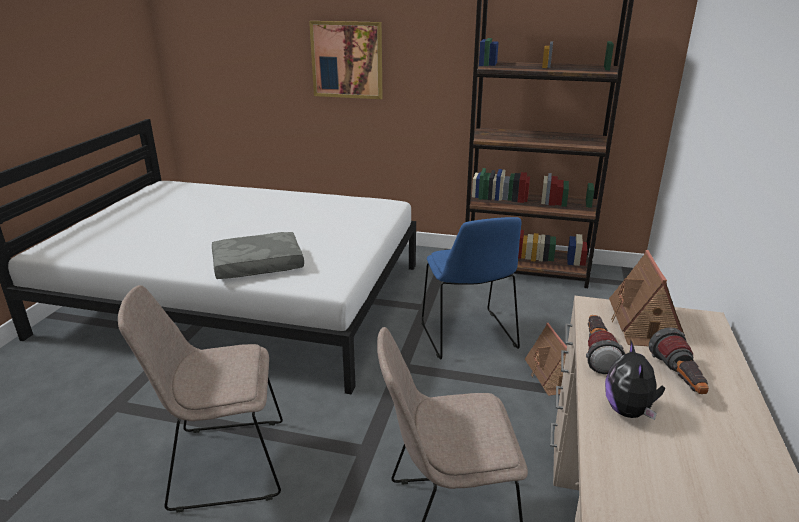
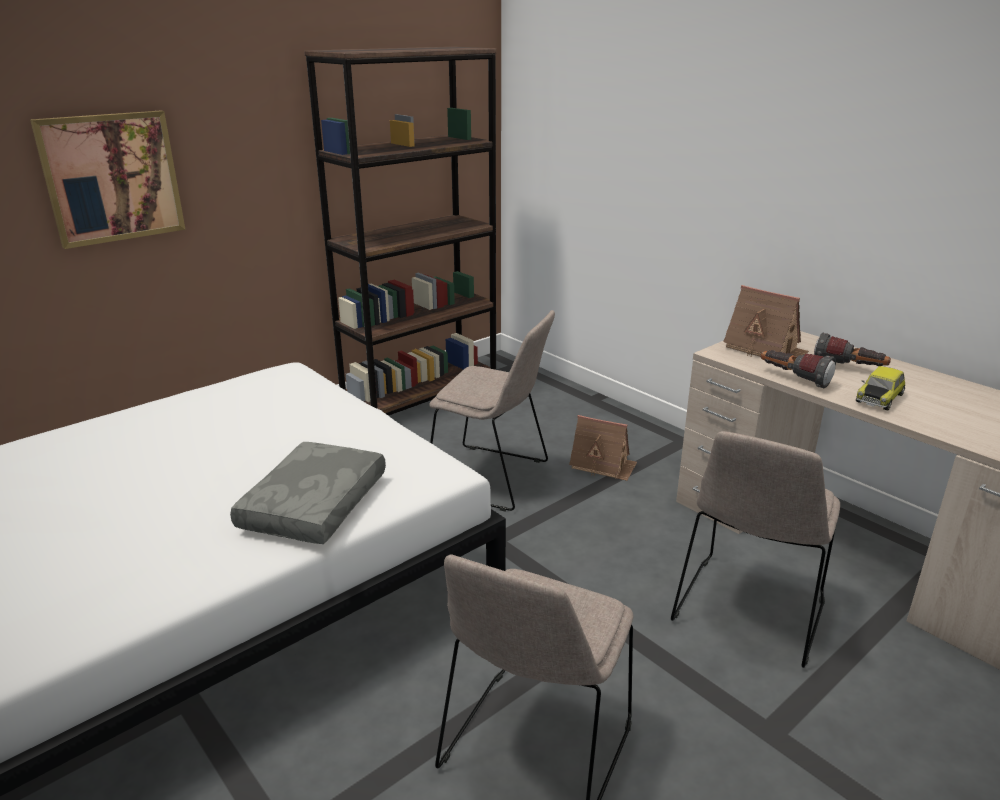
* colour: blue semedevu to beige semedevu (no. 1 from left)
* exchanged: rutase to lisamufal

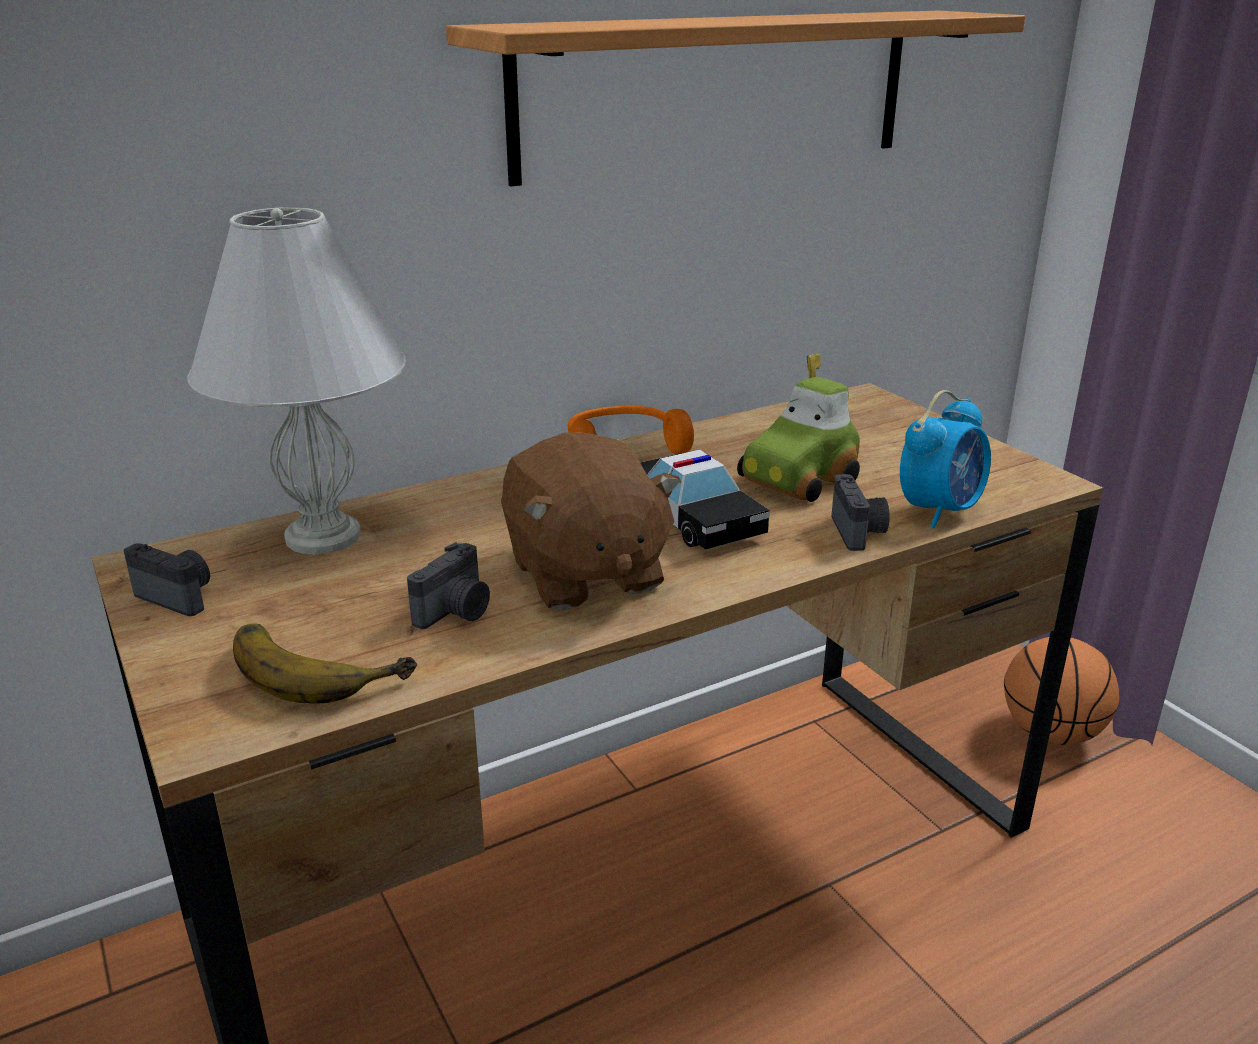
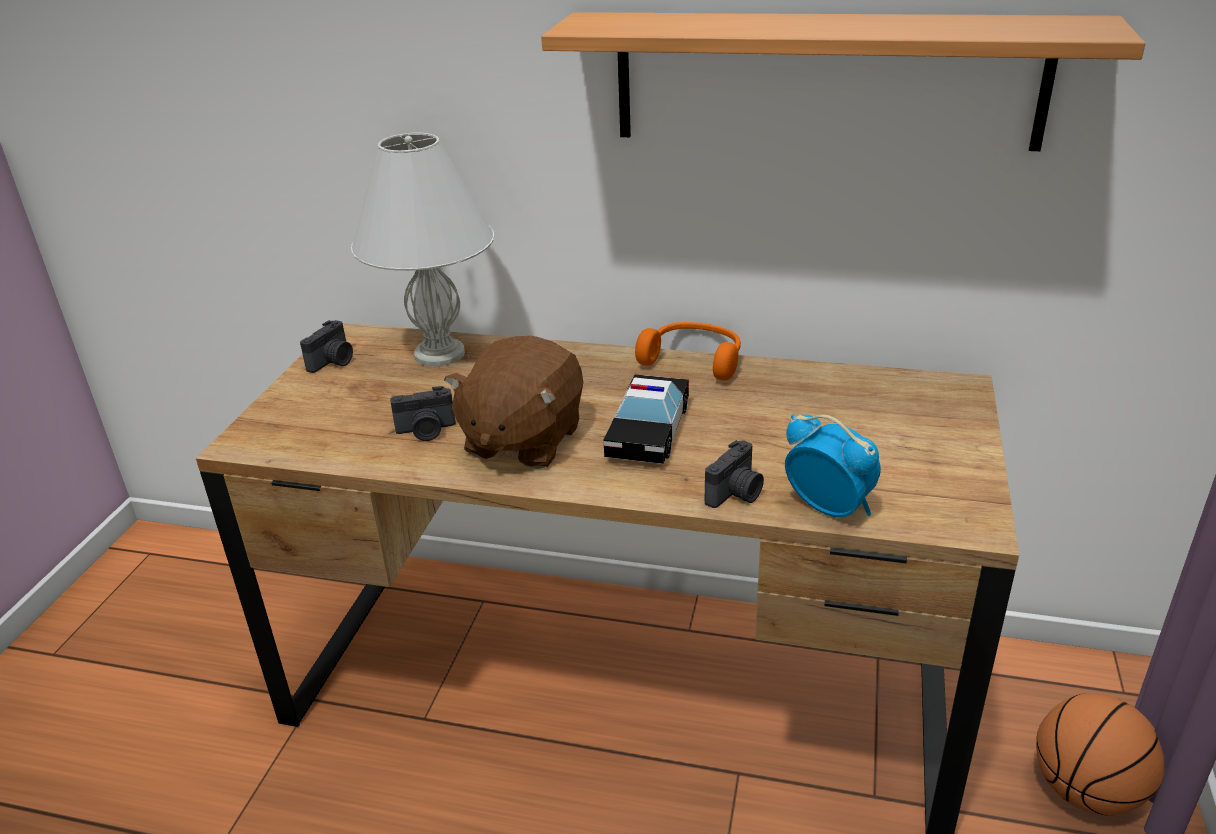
* spun: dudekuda (no. 1 from left) 45 degrees clockwise
* missing: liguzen
* missing: lisamufal (no. 2 from left)
* spun: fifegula 135 degrees counterclockwise

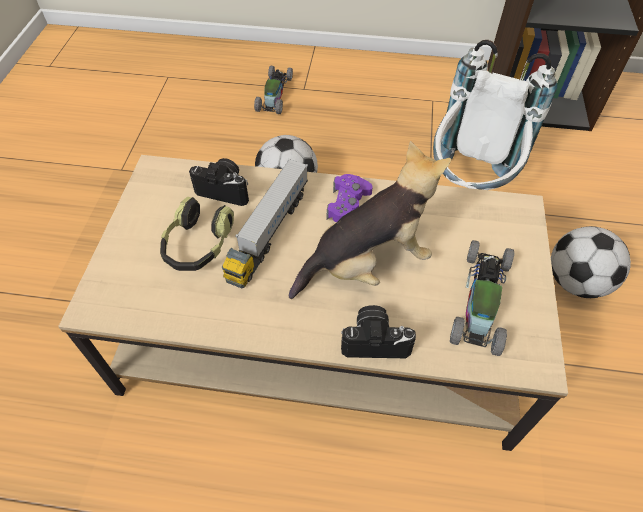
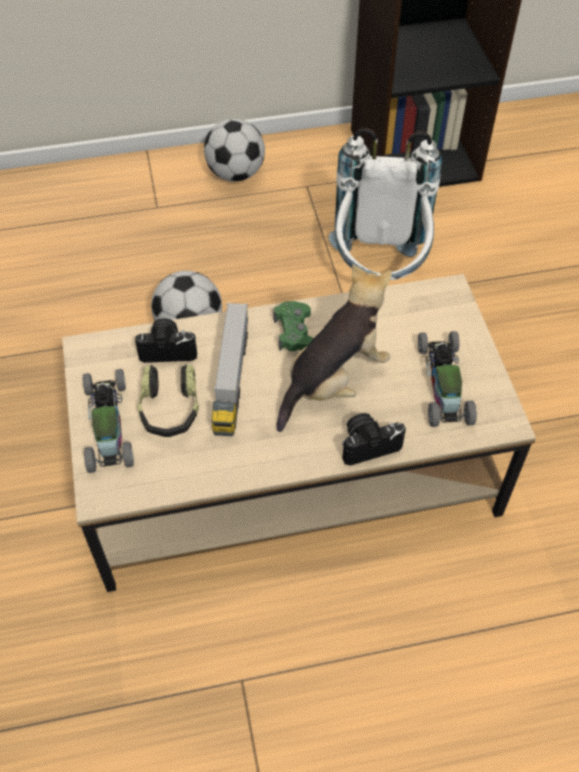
* relocated: lisamufal (no. 1 from left)
* colour: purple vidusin to green vidusin
* relocated: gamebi (no. 2 from left)

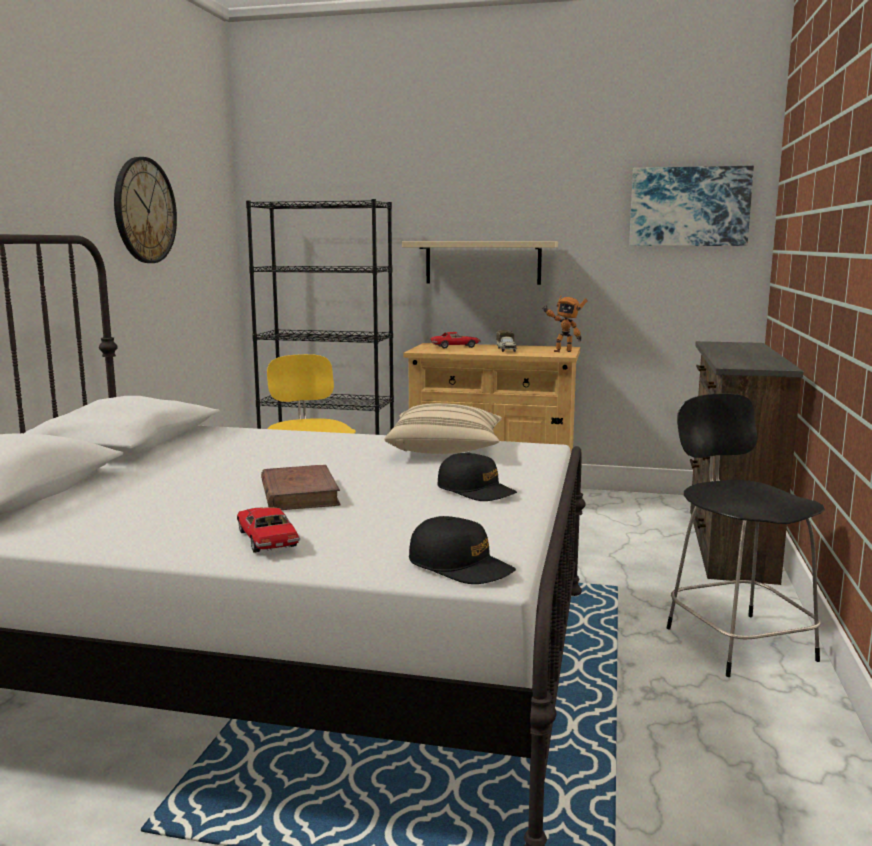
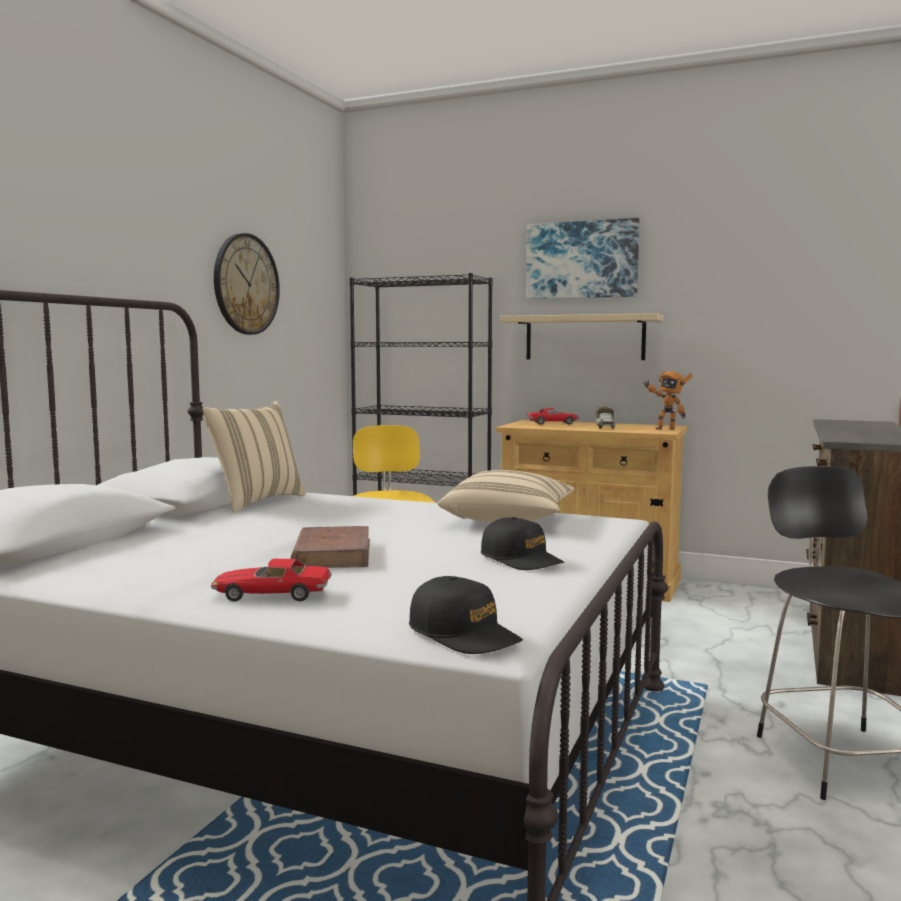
* spun: lisamufal (no. 1 from left) 75 degrees counterclockwise
* relocated: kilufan
* appeared: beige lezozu (no. 1 from left)

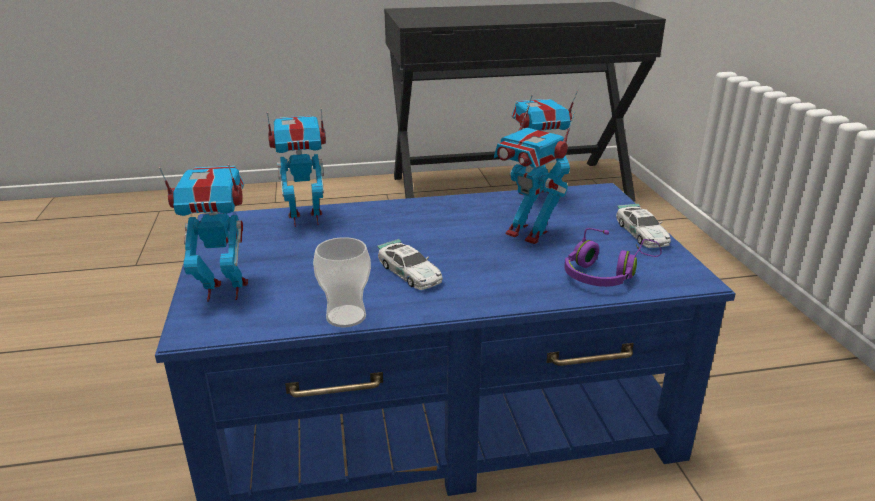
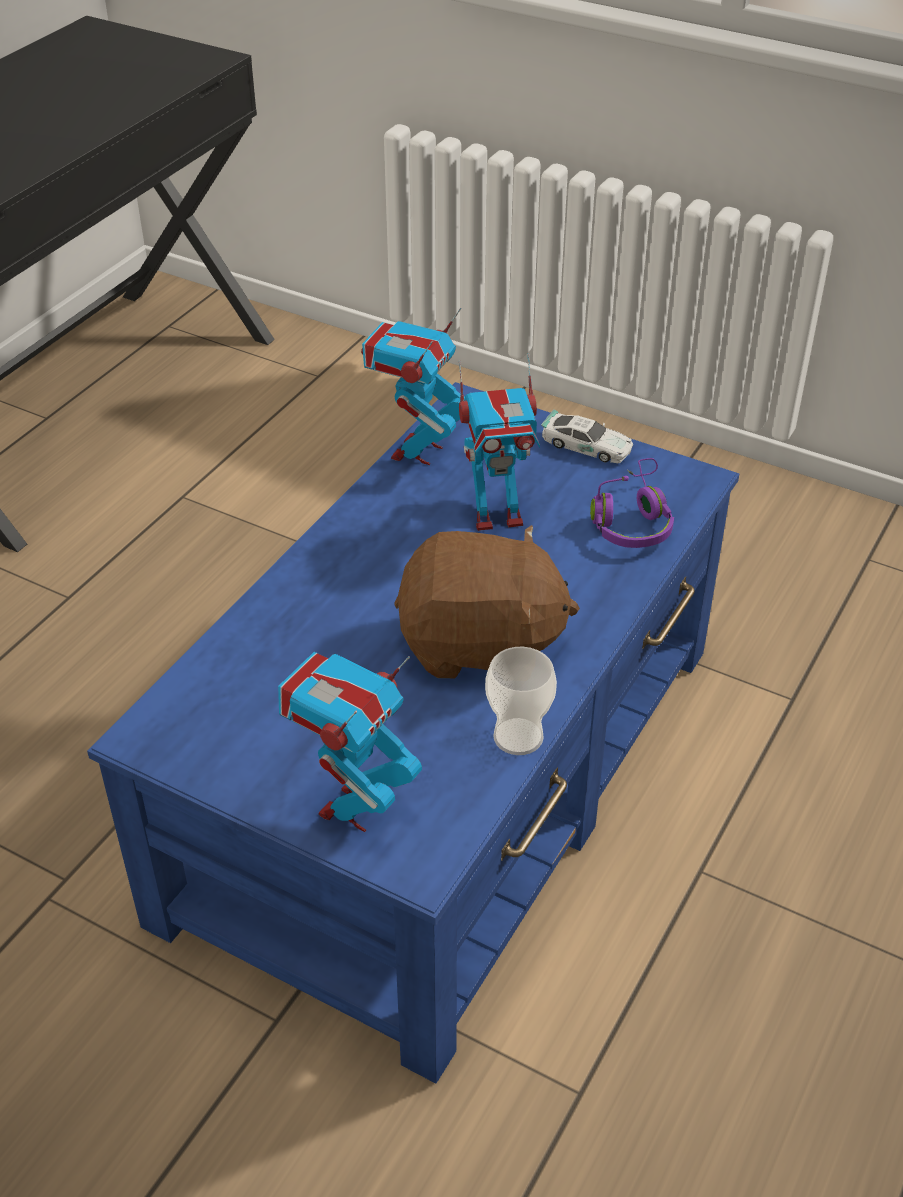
* missing: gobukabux (no. 2 from left)
* exchanged: lisamufal (no. 1 from left) to brown rutase

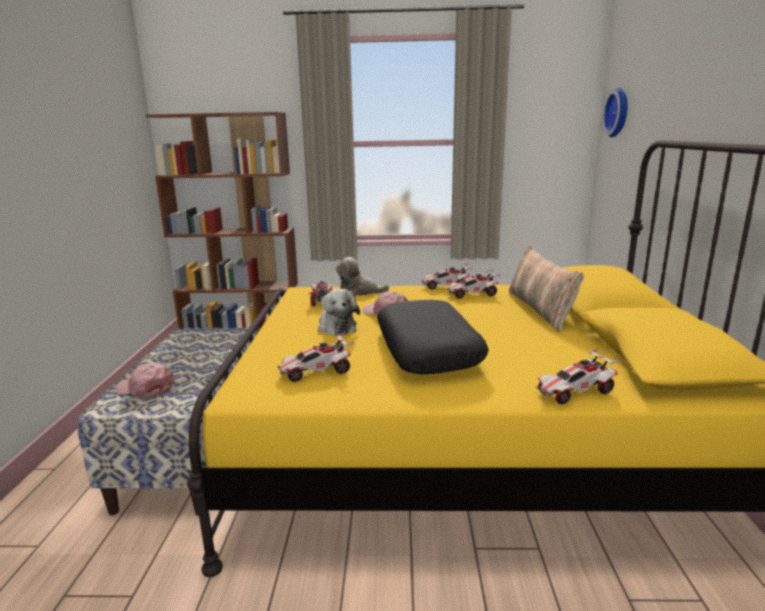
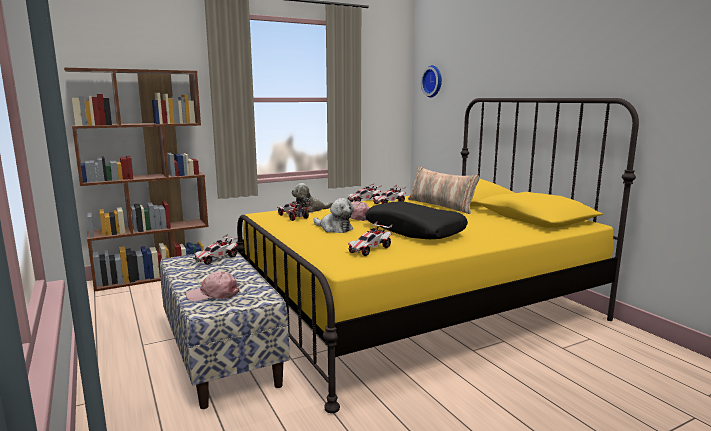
* relocated: lisamufal (no. 5 from left in the first image) to lisamufal (no. 1 from left)

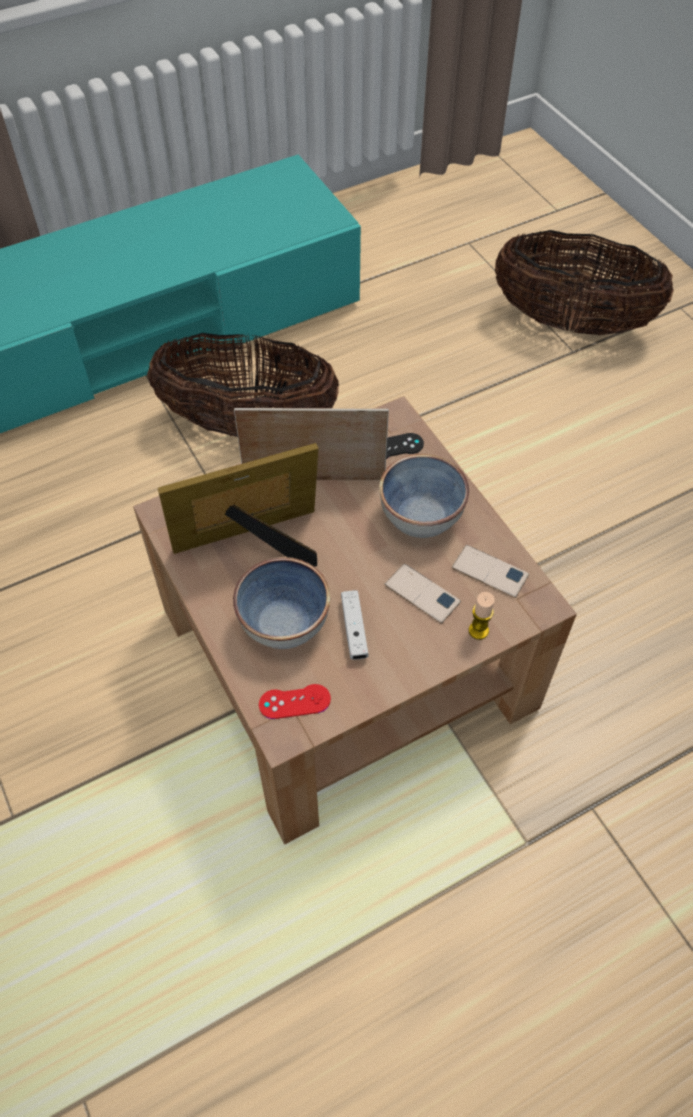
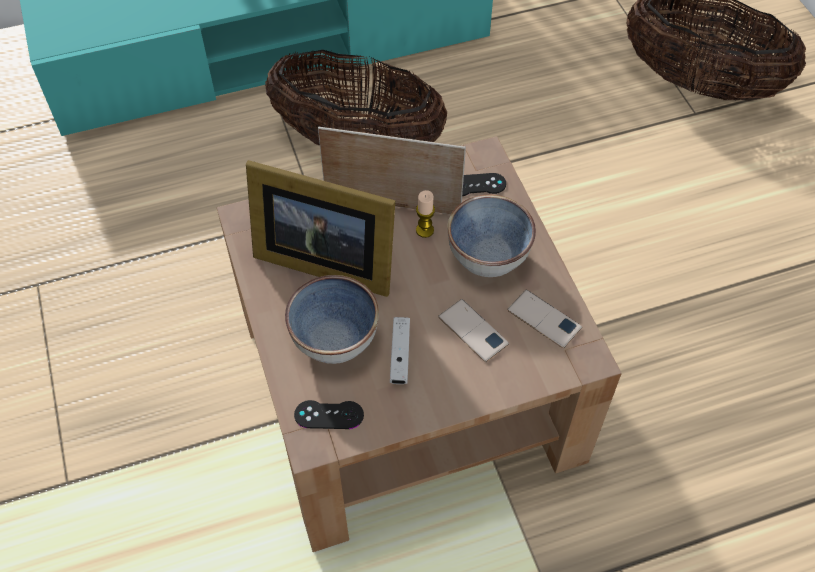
* spun: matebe (no. 1 from left) 150 degrees counterclockwise
* colour: red vidusin to black vidusin (no. 1 from left)
* relocated: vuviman

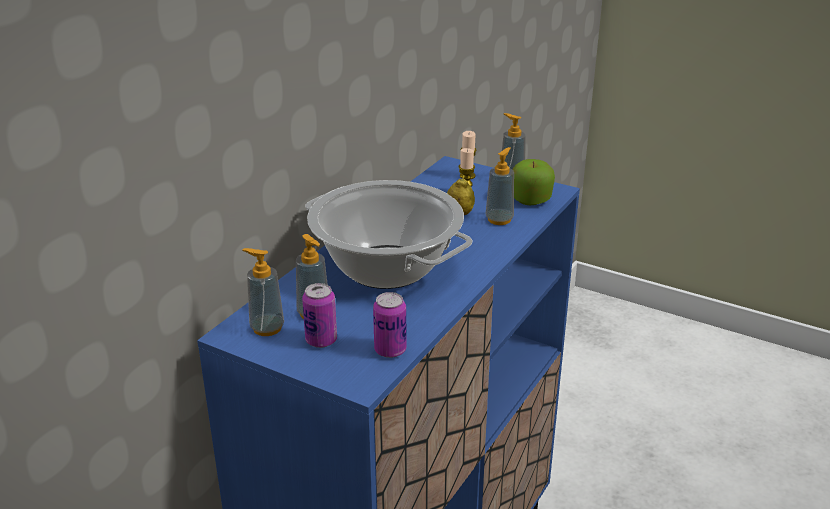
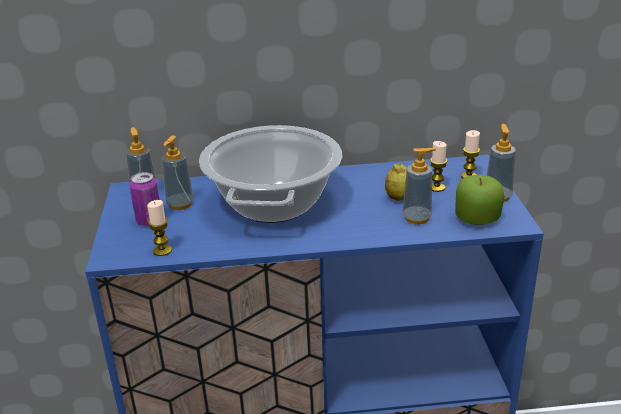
* exchanged: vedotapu (no. 2 from left) to vuviman (no. 1 from left)

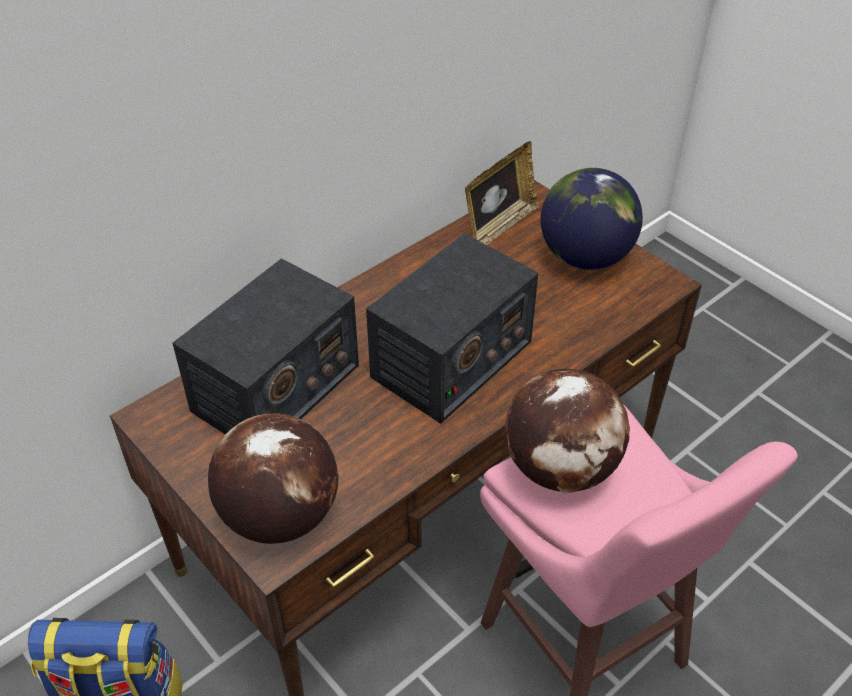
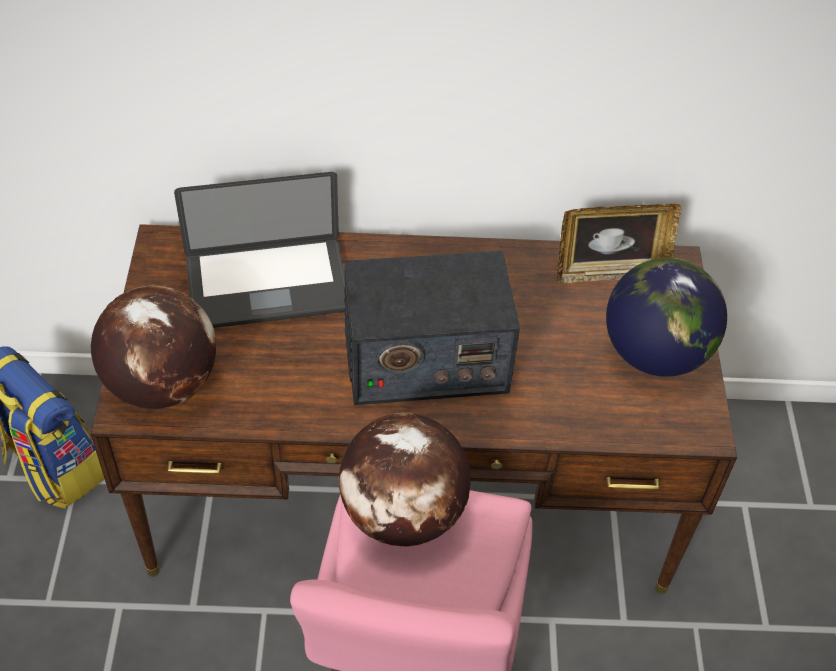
* exchanged: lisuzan (no. 1 from left) to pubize

